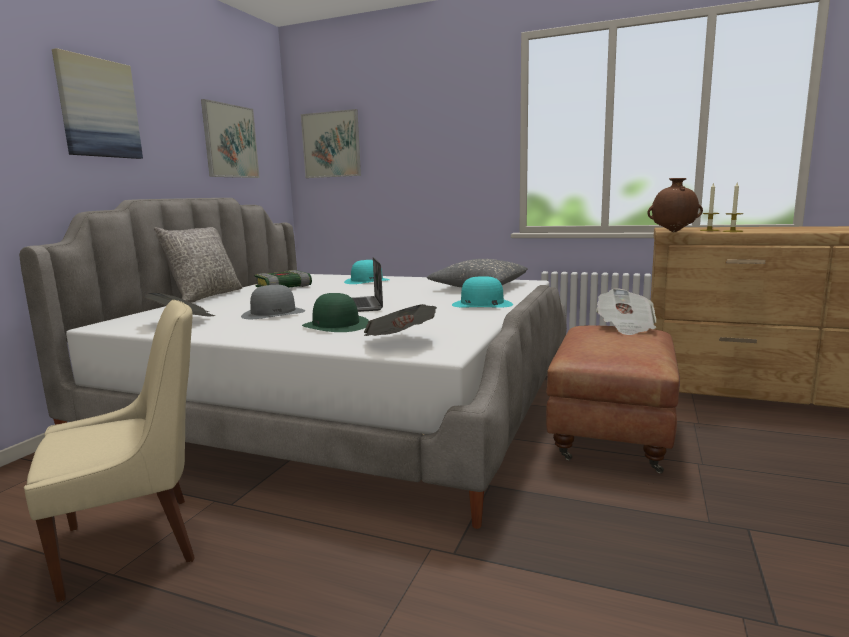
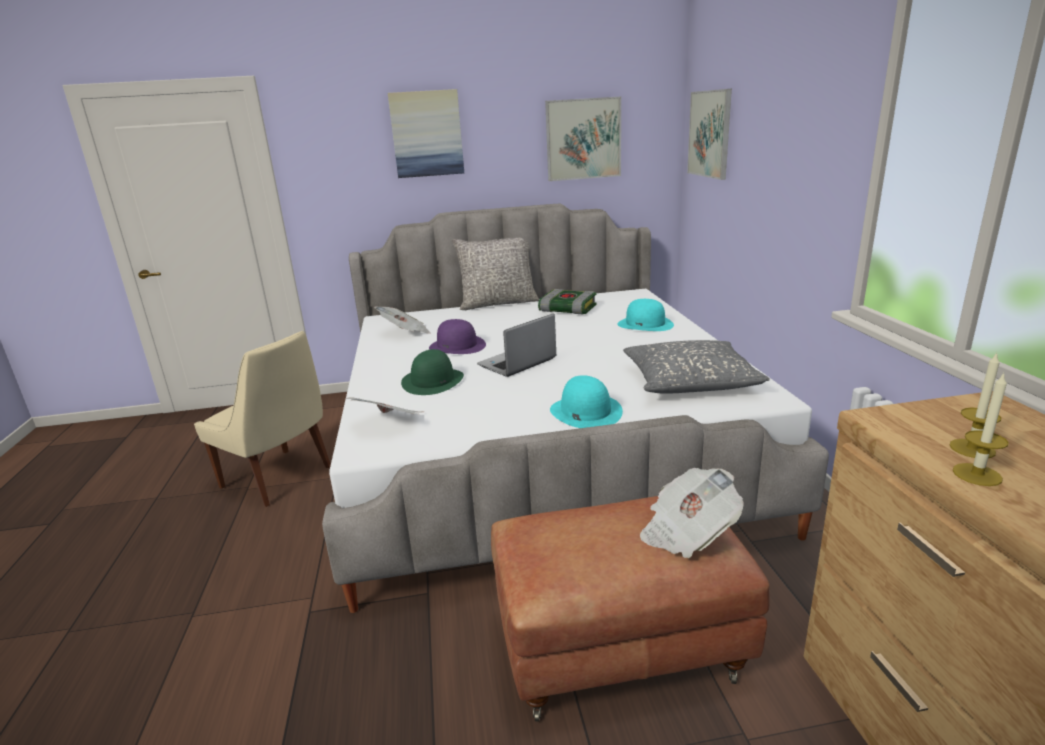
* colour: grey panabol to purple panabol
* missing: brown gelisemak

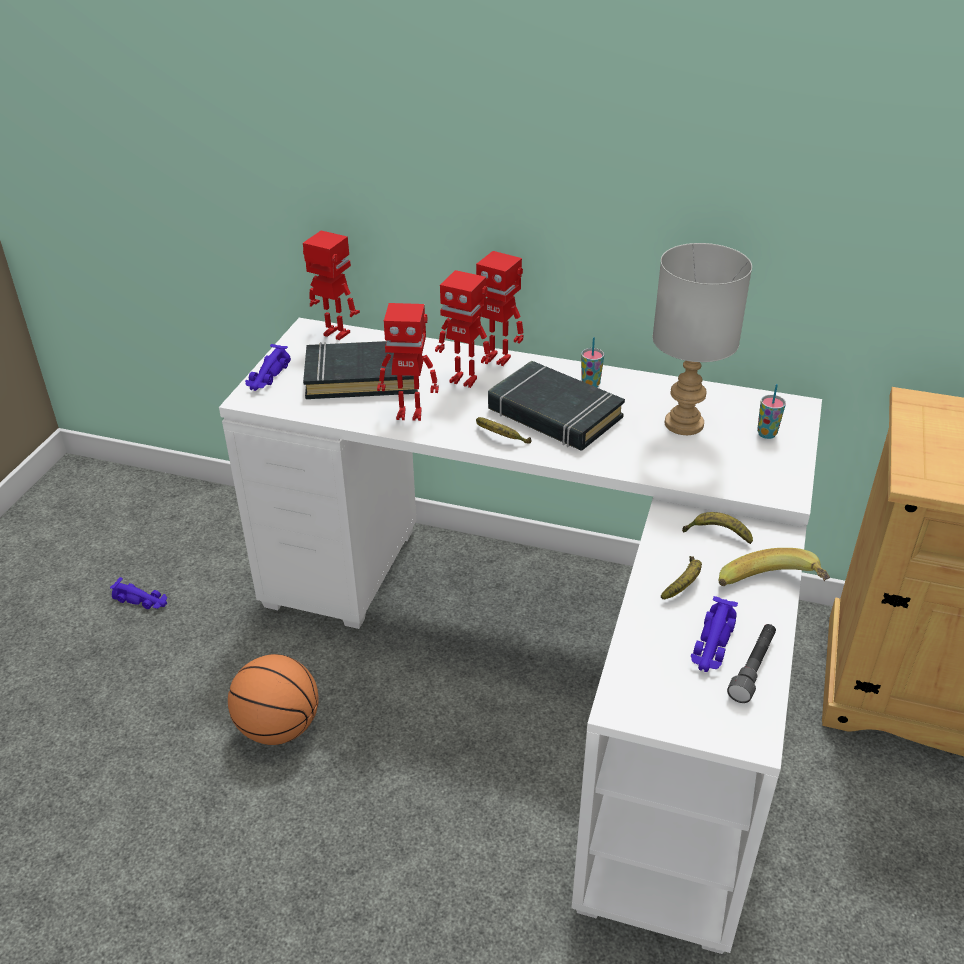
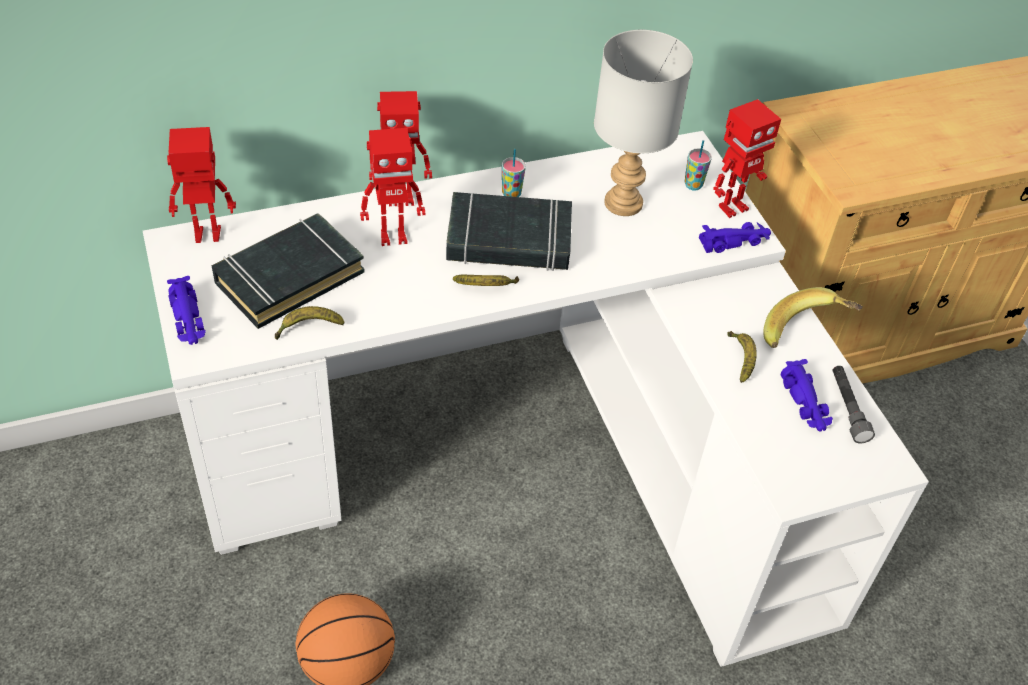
* relocated: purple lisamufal (no. 1 from left in the first image) to purple lisamufal (no. 2 from left)
* relocated: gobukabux (no. 2 from left in the first image) to gobukabux (no. 4 from left)
* relocated: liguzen (no. 3 from left in the first image) to liguzen (no. 1 from left)

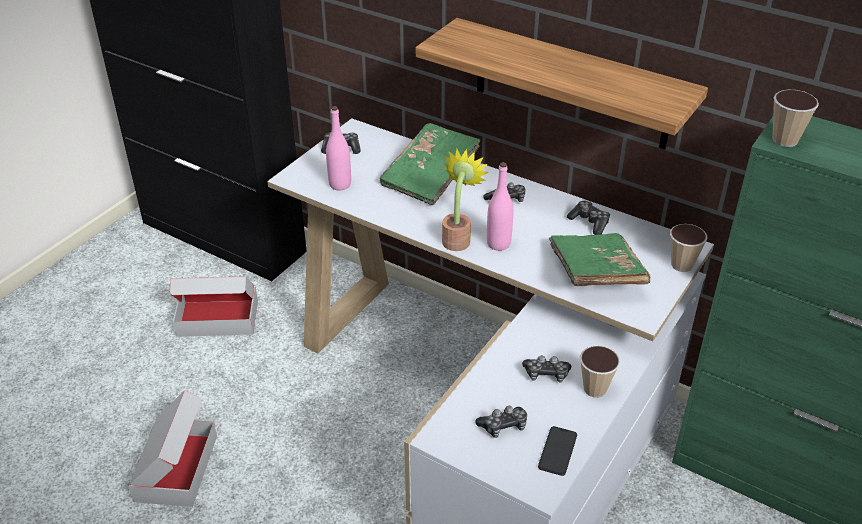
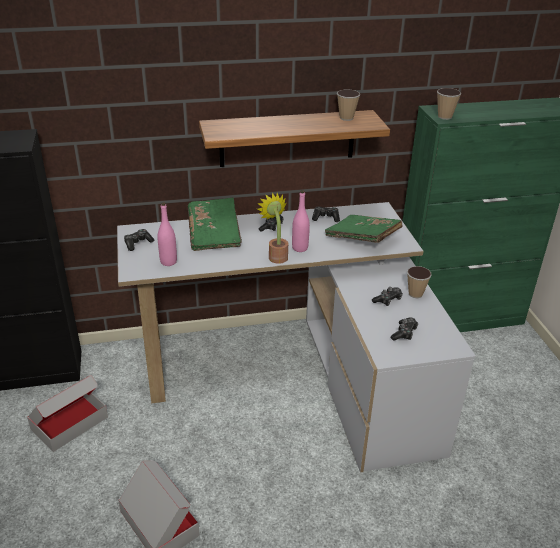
* missing: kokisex
* relocated: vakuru (no. 2 from left in the first image) to vakuru (no. 1 from left)

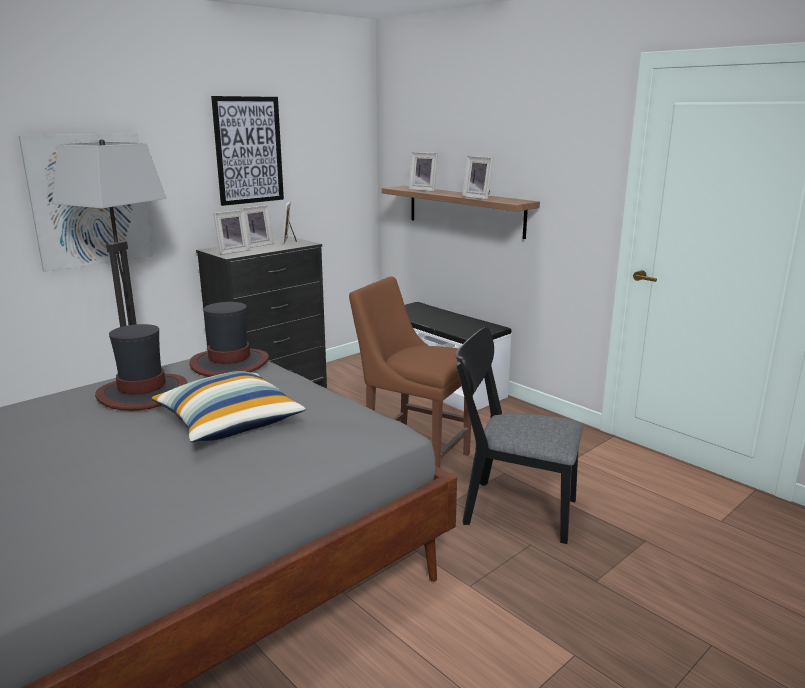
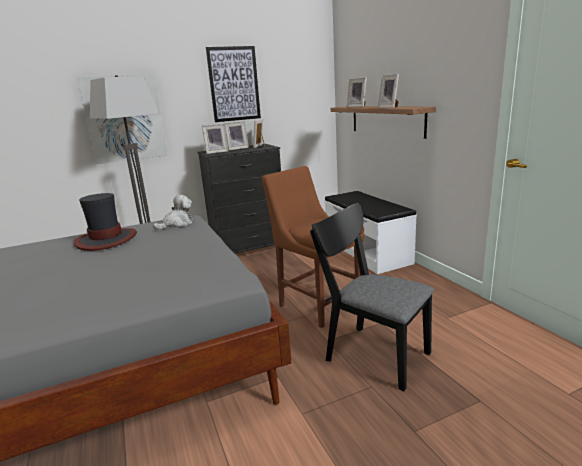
* missing: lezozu
* exchanged: panabol (no. 2 from left) to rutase

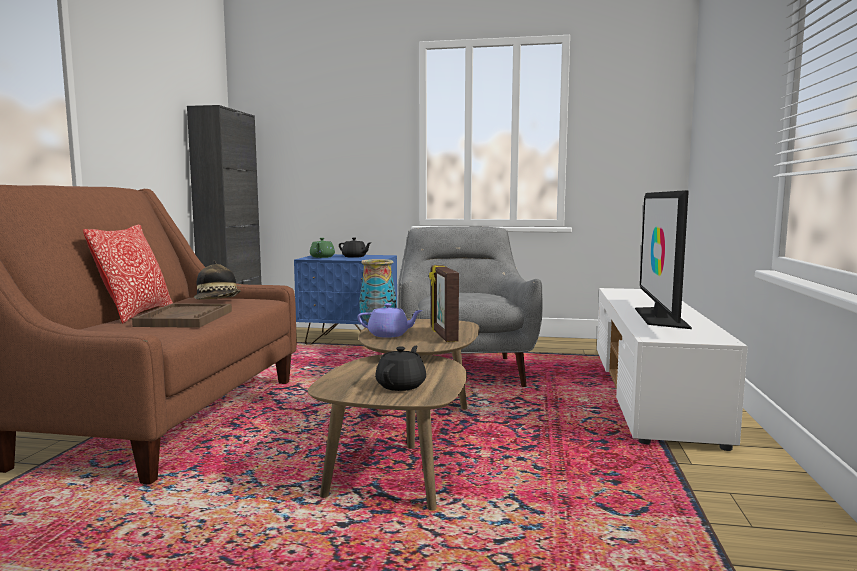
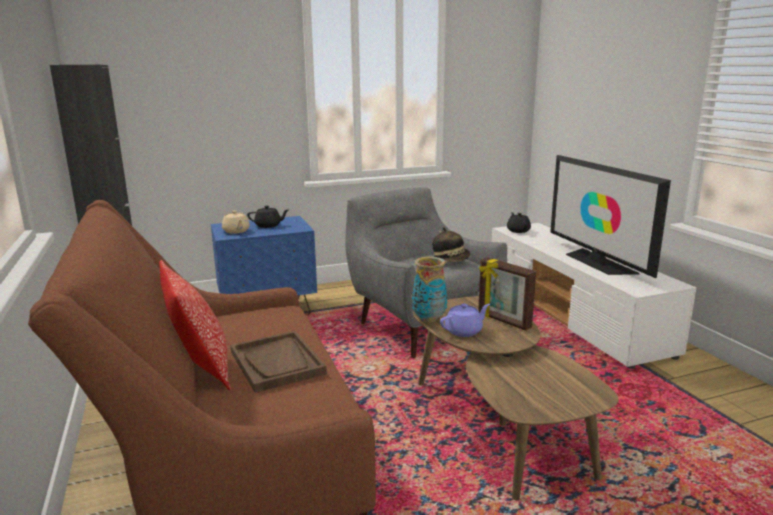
* relocated: panabol
* colour: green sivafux to beige sivafux
* relocated: black sivafux (no. 2 from left)

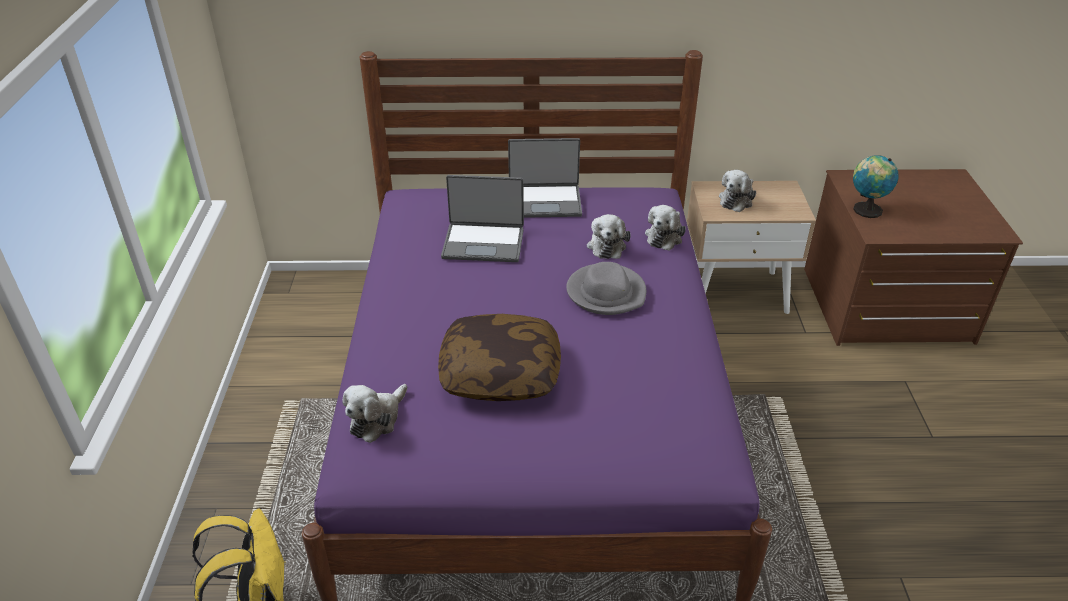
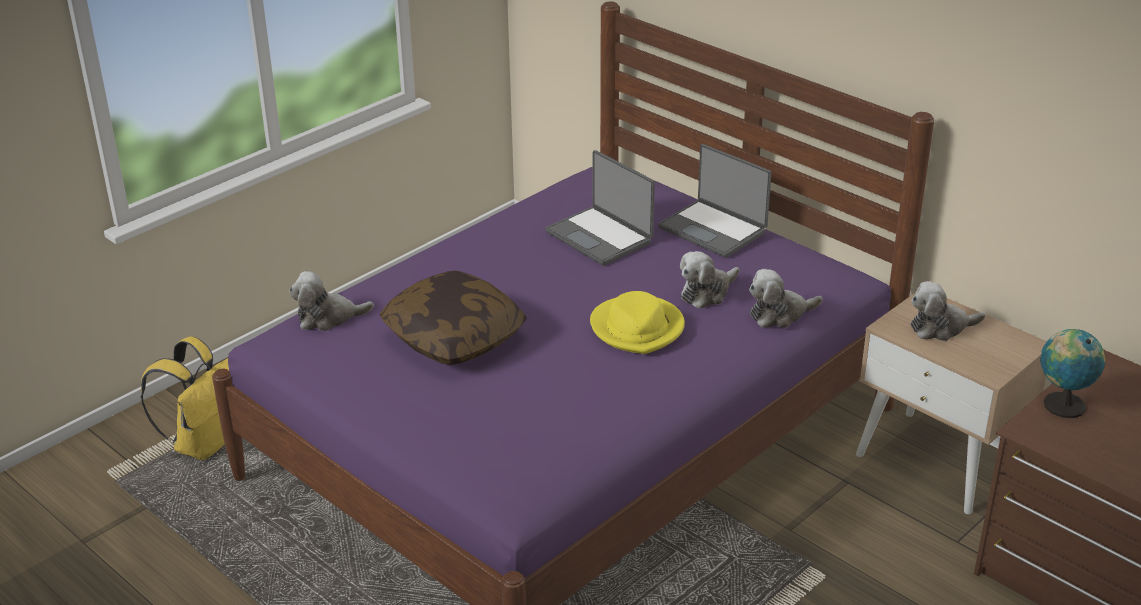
* colour: grey panabol to yellow panabol

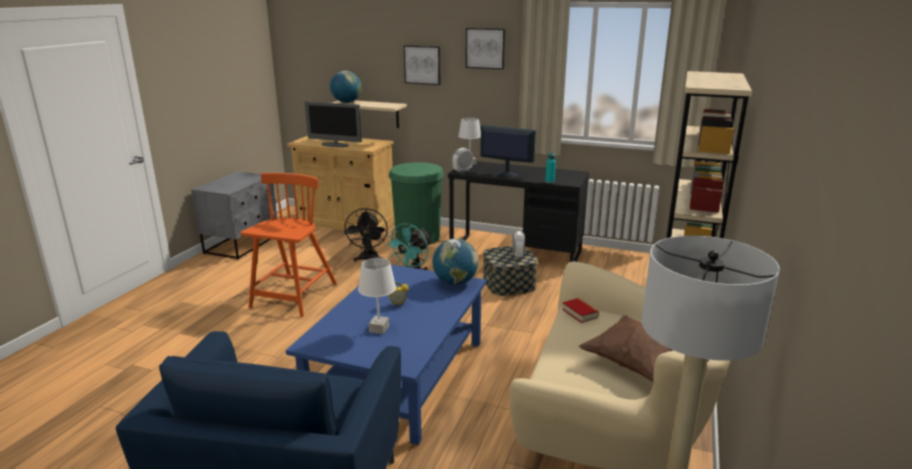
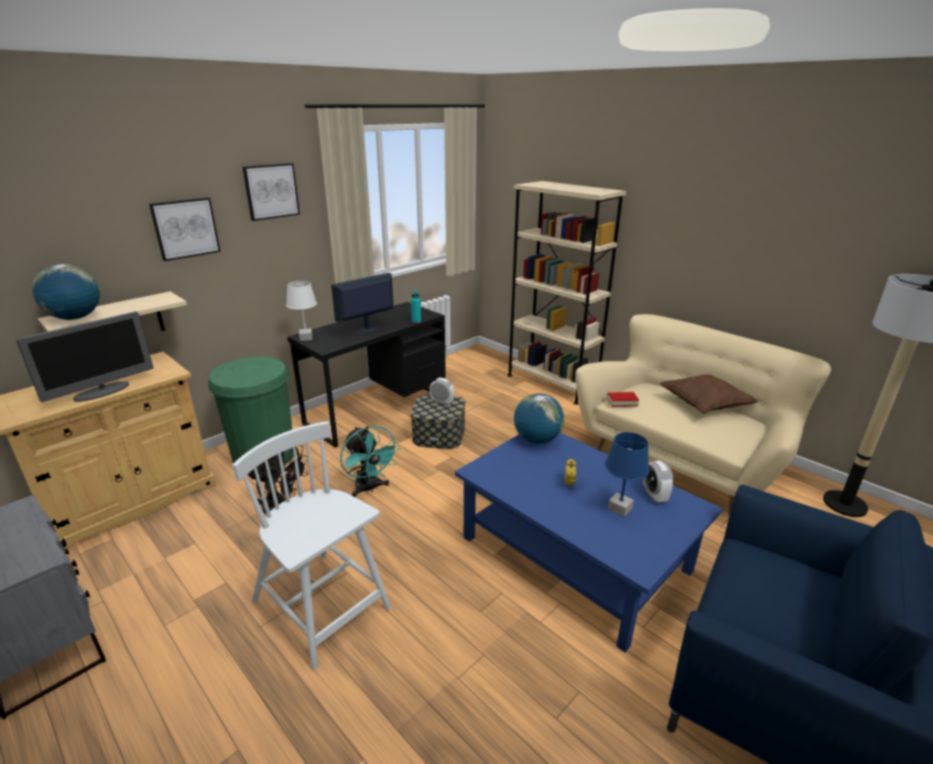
* colour: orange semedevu to white semedevu
* colour: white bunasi (no. 1 from left) to blue bunasi
* relocated: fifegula (no. 2 from left in the first image) to fifegula (no. 3 from left)

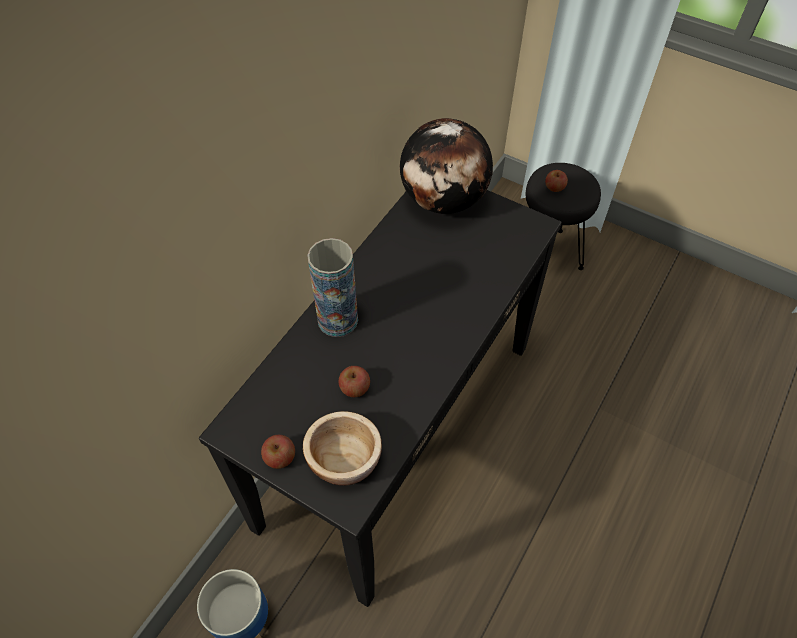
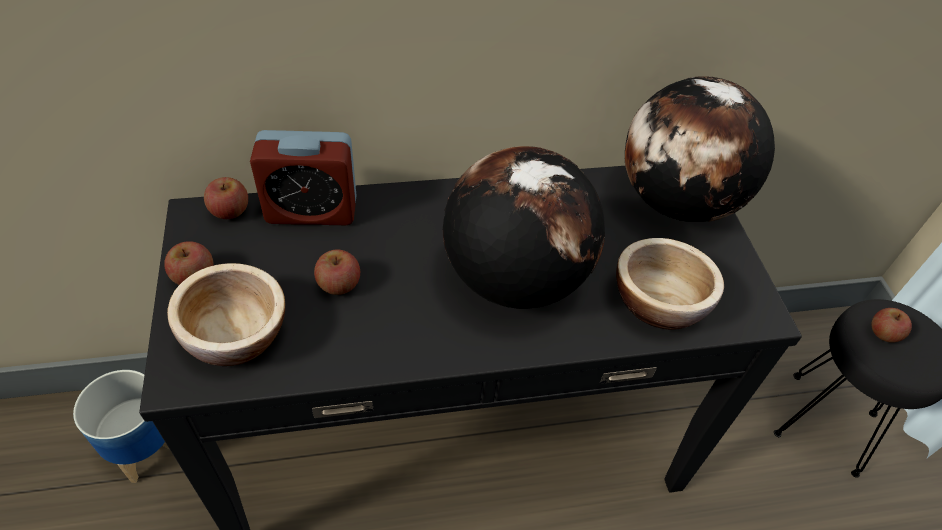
* missing: gelisemak
* appeared: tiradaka (no. 2 from left)
* appeared: fifegula
* appeared: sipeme (no. 1 from left)
* appeared: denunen (no. 2 from left)

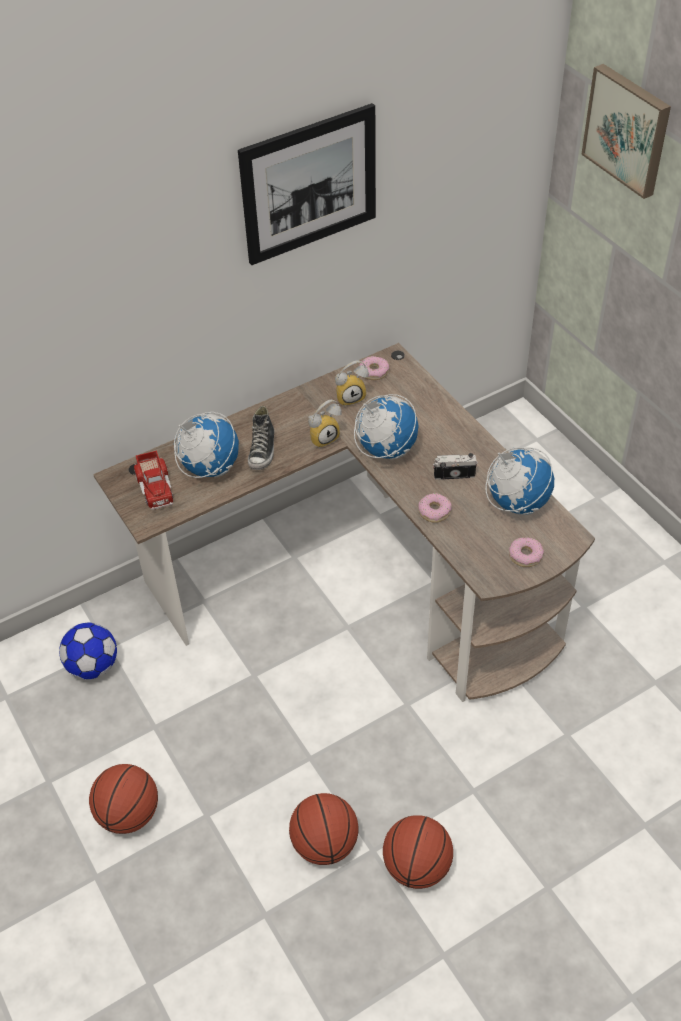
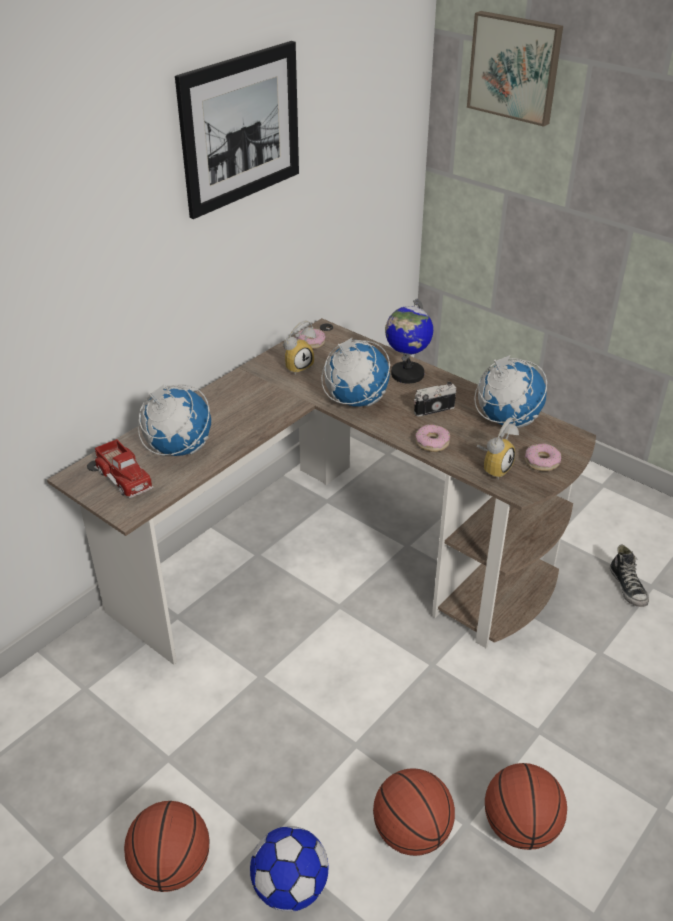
* relocated: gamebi
* relocated: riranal
* relocated: fifegula (no. 1 from left in the first image) to fifegula (no. 2 from left)
* appeared: sipeme (no. 3 from left)

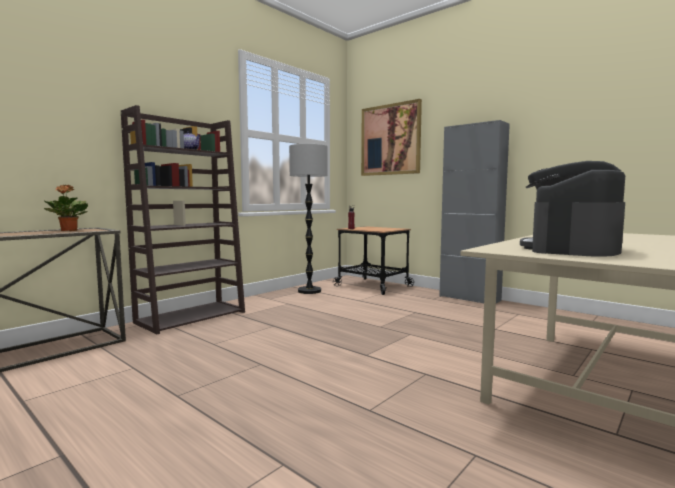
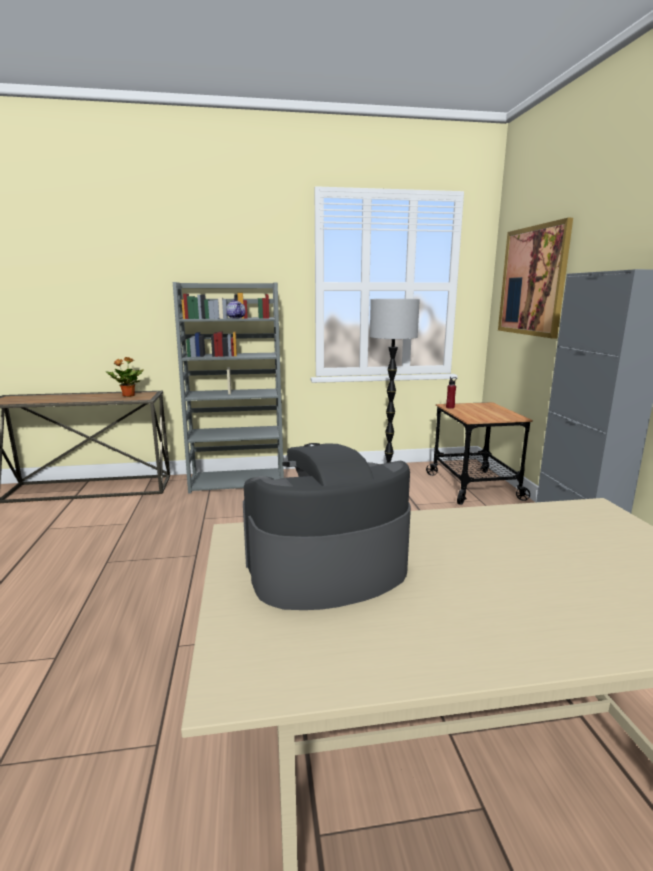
* colour: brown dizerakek to grey dizerakek

